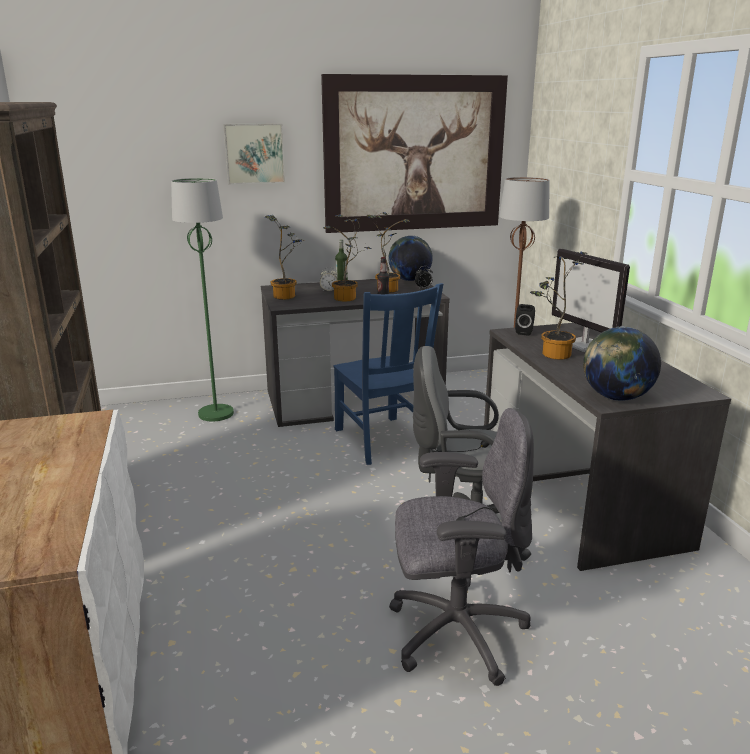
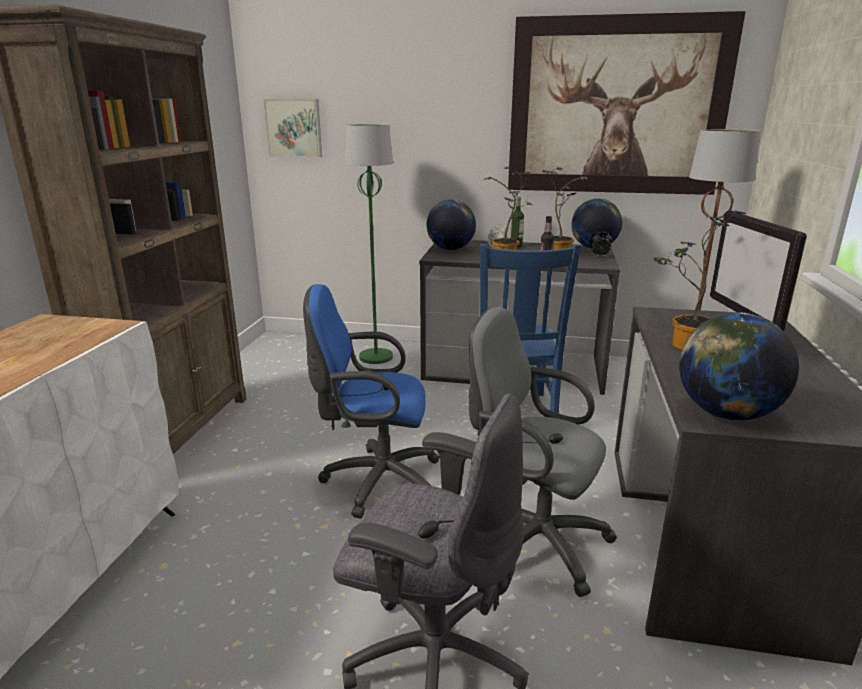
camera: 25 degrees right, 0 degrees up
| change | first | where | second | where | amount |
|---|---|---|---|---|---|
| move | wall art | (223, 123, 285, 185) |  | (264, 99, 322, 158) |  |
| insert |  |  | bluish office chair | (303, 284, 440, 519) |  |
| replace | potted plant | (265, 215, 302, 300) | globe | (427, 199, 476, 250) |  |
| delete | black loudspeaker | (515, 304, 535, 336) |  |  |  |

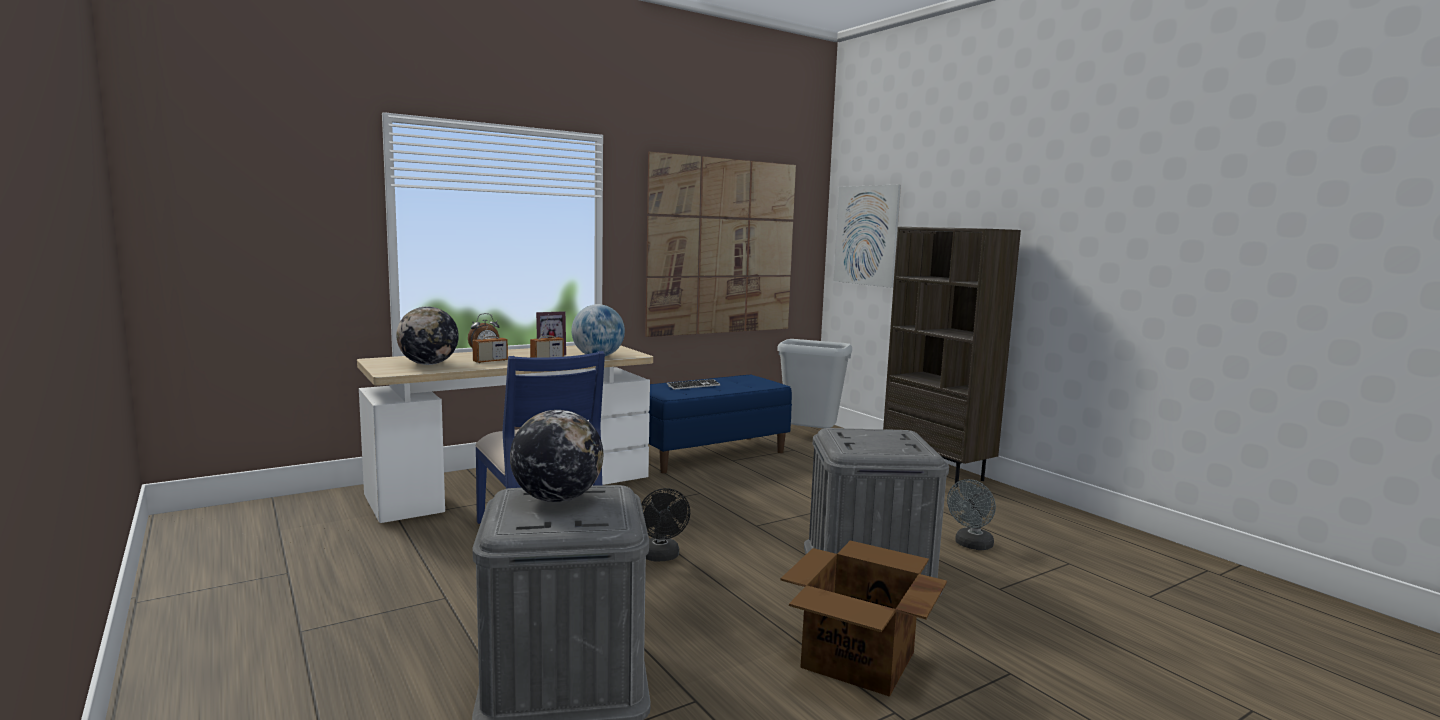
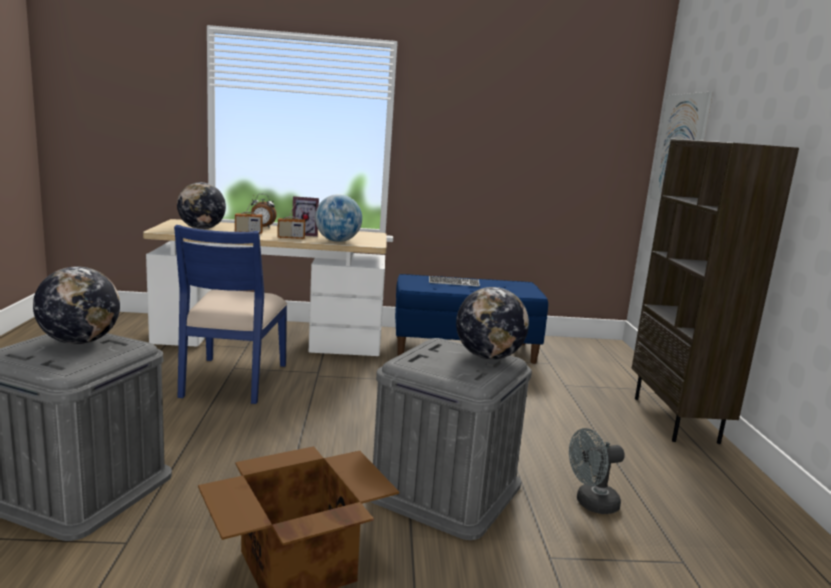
camera: 30 degrees right, 5 degrees up
| change | first | where | second | where | amount |
|---|---|---|---|---|---|
| insert |  |  | globe | (456, 287, 529, 360) |  |
| delete | black fan | (641, 488, 690, 562) |  |  |  |
| delete | wall art | (645, 151, 796, 337) |  |  |  |
| delete | gray waste bin | (777, 339, 852, 428) |  |  |  |

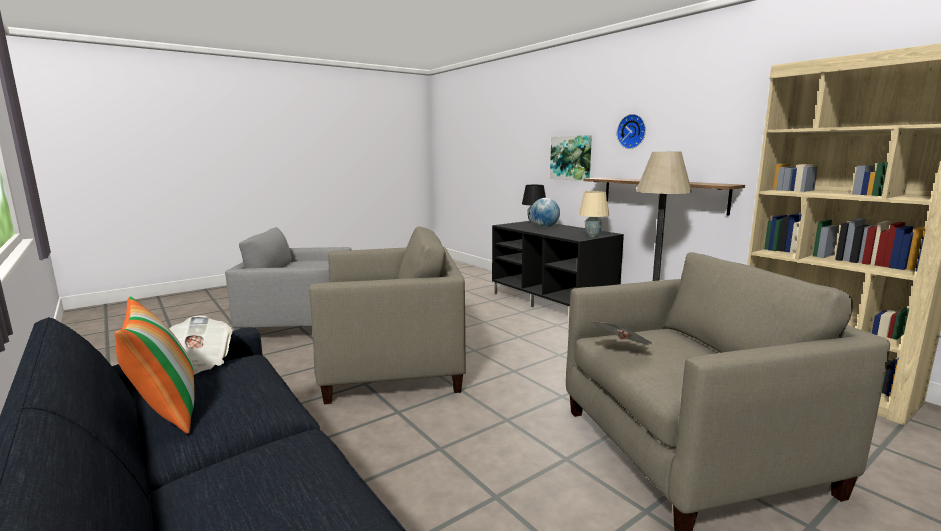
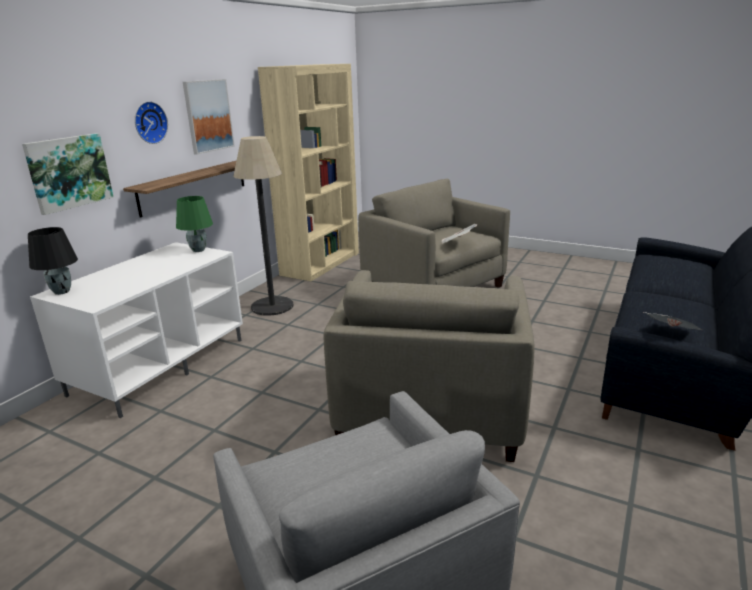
camera: 115 degrees left, 10 degrees up
| change | first | where | second | where | amount |
|---|---|---|---|---|---|
| recolor | black media console | (492, 221, 624, 307) | whitish media console | (30, 242, 243, 418) |  |
| recolor | beige lamp for a table | (579, 191, 609, 238) | greenish lamp for a table | (176, 196, 213, 252) |  |
| insert |  |  | wall art | (183, 79, 235, 154) |  |
| rotate | beige easy chair | (309, 227, 466, 404) |  | (324, 270, 535, 462) | 135 degrees counterclockwise |
| delete | pillow | (115, 296, 194, 434) |  |  |  |
| delete | globe | (530, 198, 560, 228) |  |  |  |

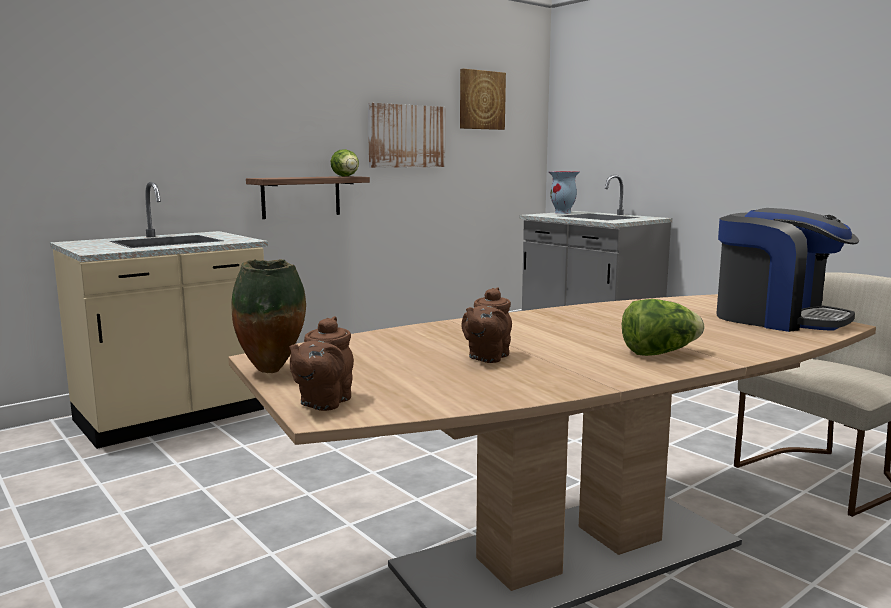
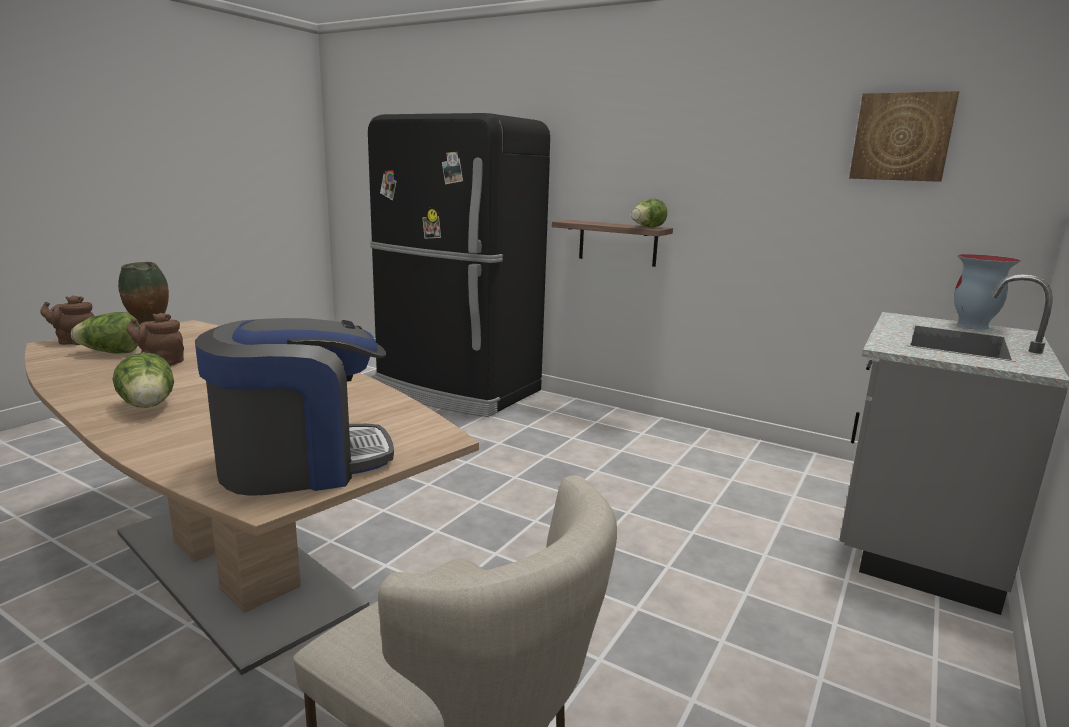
camera: 70 degrees right, 5 degrees up
| change | first | where | second | where | amount |
|---|---|---|---|---|---|
| insert |  |  | lettuce head | (71, 312, 139, 354) |  |
| rotate | coffee maker | (716, 208, 859, 332) |  | (195, 318, 394, 496) | 135 degrees counterclockwise |
| replace | beige counter | (50, 182, 268, 449) | black kitchen fridge | (368, 113, 550, 417) |  |
| delete | wall art | (368, 103, 445, 168) |  |  |  |

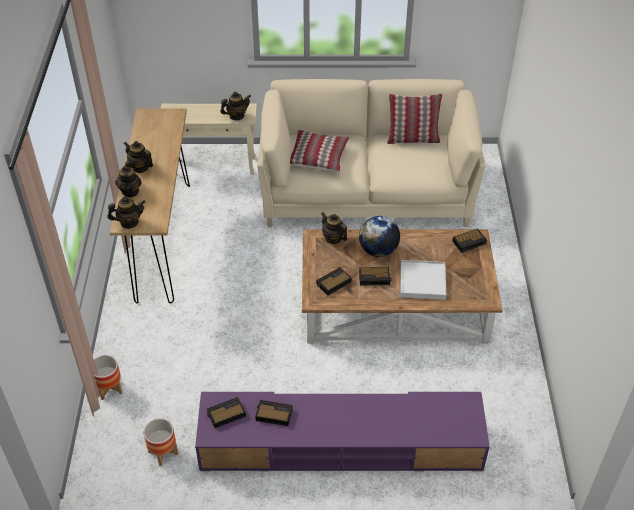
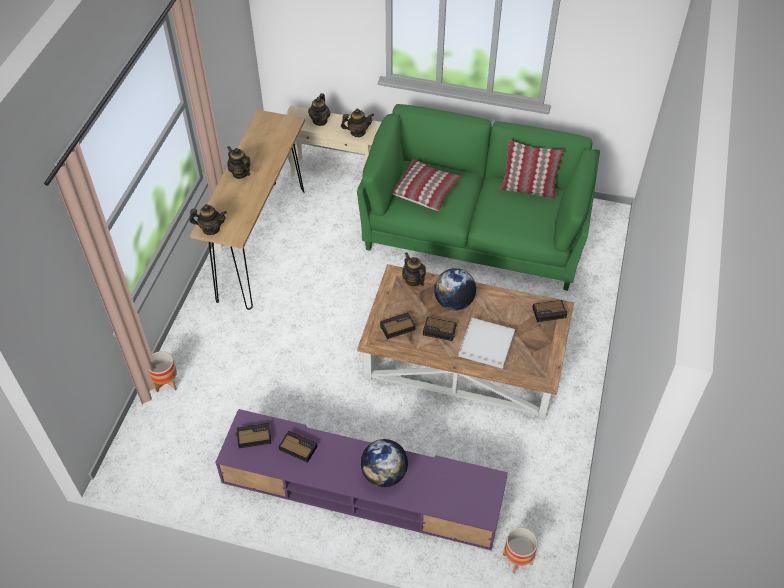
camera: 15 degrees right, 5 degrees up
| change | first | where | second | where | amount |
|---|---|---|---|---|---|
| move | pot for tea | (115, 161, 142, 197) |  | (308, 93, 330, 126) |  |
| recolor | beige sofa | (257, 79, 486, 227) | greenish sofa | (357, 104, 600, 291) |  |
| insert |  |  | globe | (361, 439, 408, 487) |  |
| move | flower pot | (144, 418, 178, 466) |  | (503, 528, 538, 574) |  |

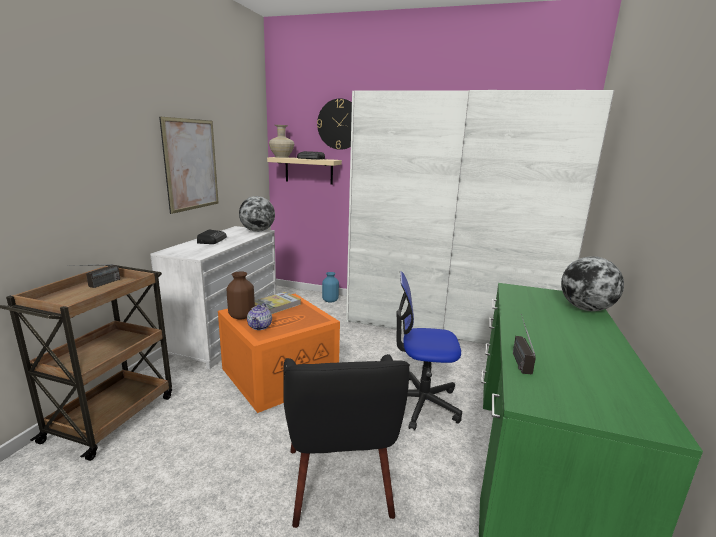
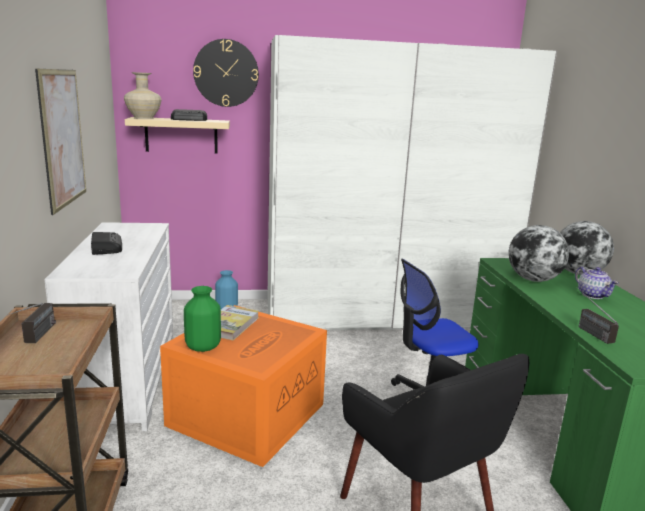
camera: 25 degrees left, 0 degrees up
| change | first | where | second | where | amount |
|---|---|---|---|---|---|
| recolor | brown flower vase | (227, 272, 255, 319) | greenish flower vase | (184, 286, 221, 352) |  |
| move | globe | (239, 196, 275, 232) |  | (508, 225, 569, 282) |  |
| move | pot for tea | (247, 303, 272, 330) |  | (575, 267, 619, 299) |  |

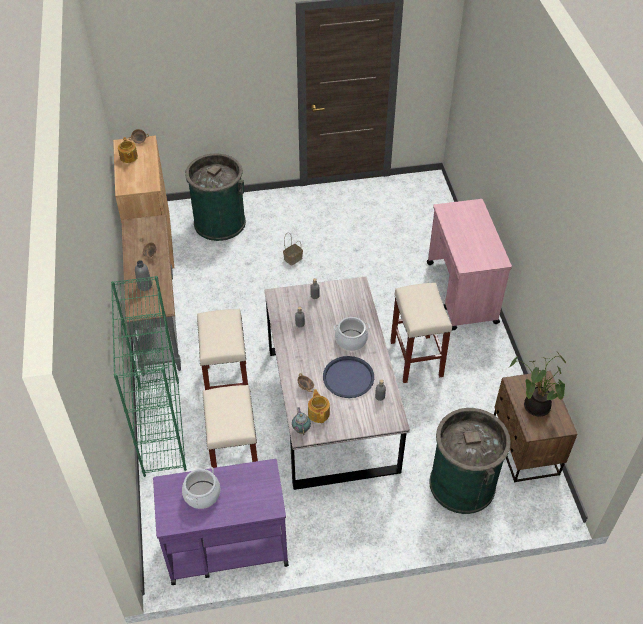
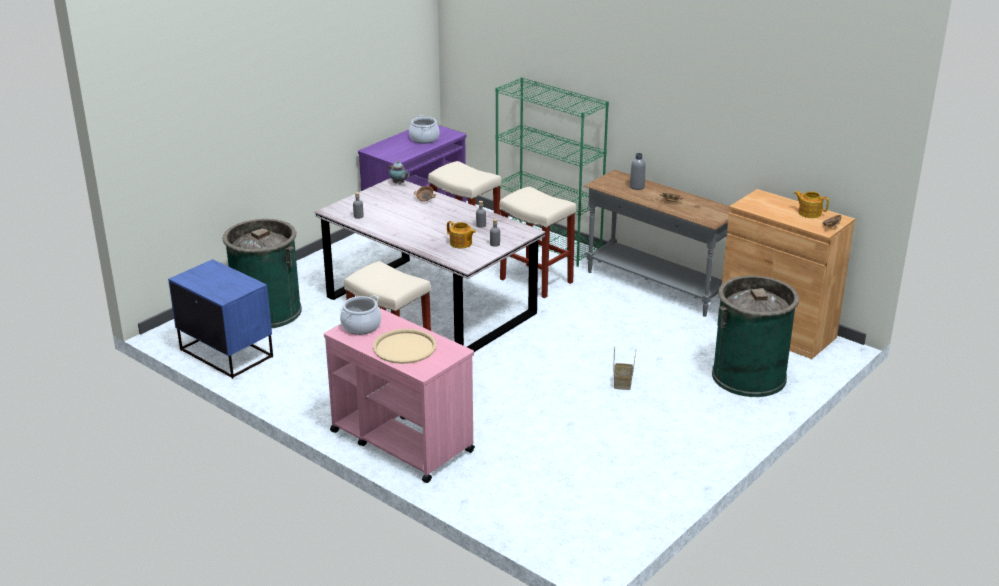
camera: 140 degrees right, 20 degrees down
| change | first | where | second | where | amount |
|---|---|---|---|---|---|
| recolor | brown nightstand | (494, 371, 578, 482) | bluish nightstand | (168, 259, 273, 379) |  |
| move | cooking pot | (334, 317, 370, 351) |  | (340, 295, 381, 335) |  |
| insert |  |  | beige carrying tray | (373, 329, 437, 364) |  |
| move | pot for tea | (308, 389, 330, 423) |  | (447, 221, 476, 248) |  |
| delete | bluish carrying tray | (323, 356, 374, 398) |  |  |  |
| delete | potted plant | (509, 352, 566, 416) |  |  |  |

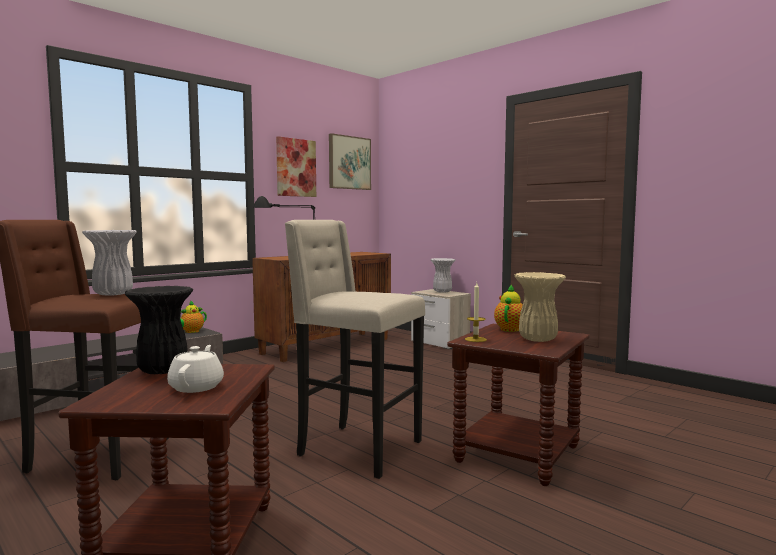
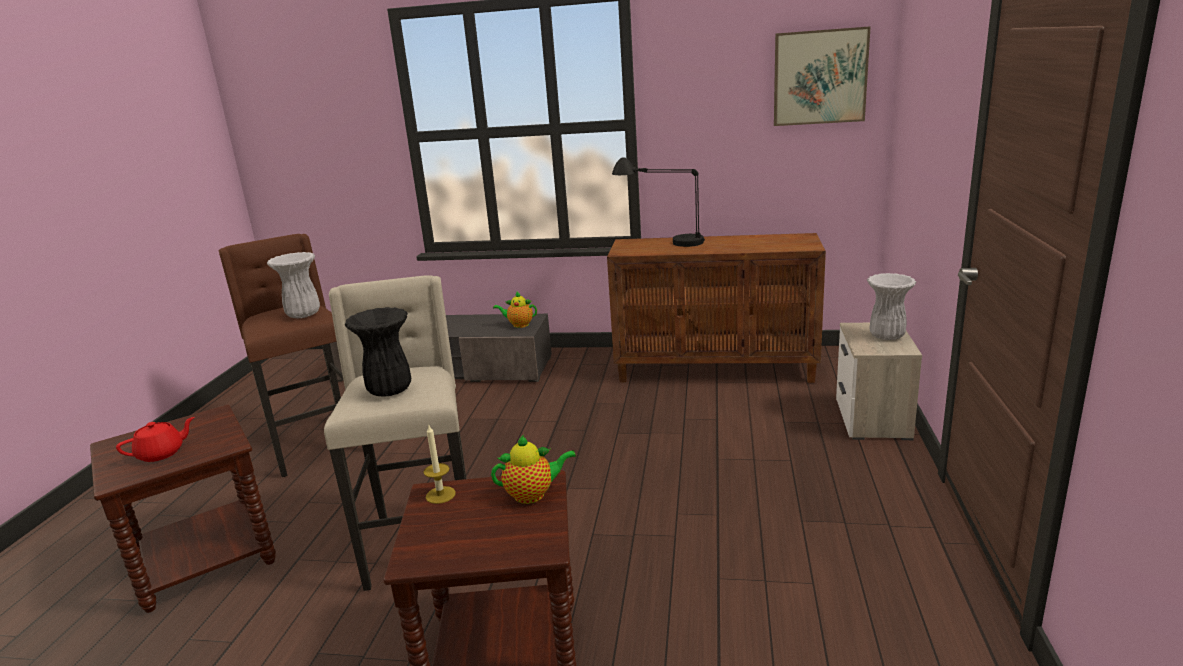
camera: 55 degrees right, 15 degrees up
| change | first | where | second | where | amount |
|---|---|---|---|---|---|
| recolor | whitish pot for tea | (167, 345, 224, 393) | reddish pot for tea | (116, 417, 194, 462) |  |
| move | black flower vase | (125, 286, 193, 374) |  | (345, 307, 411, 397) |  |
| delete | wall art | (276, 136, 316, 197) |  |  |  |
| delete | beige flower vase | (514, 272, 566, 342) |  |  |  |

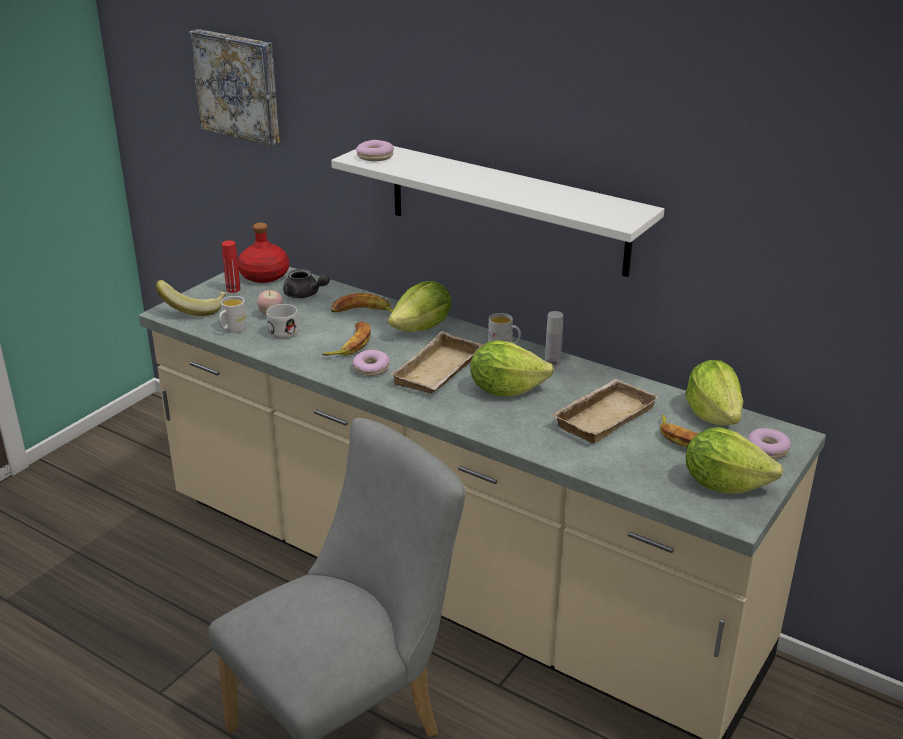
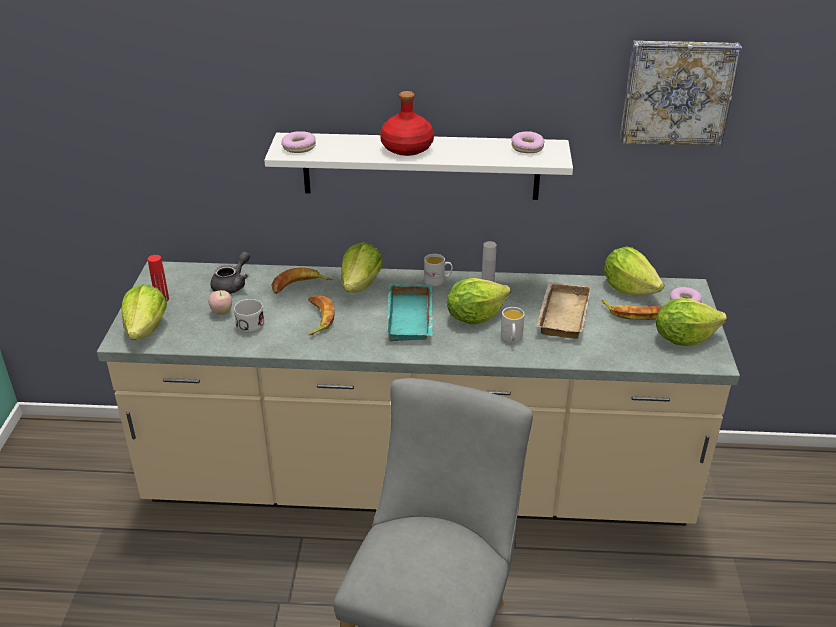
camera: 30 degrees left, 5 degrees up
| change | first | where | second | where | amount |
|---|---|---|---|---|---|
| replace | banana | (156, 280, 227, 316) | lettuce head | (122, 284, 167, 340) |  |
| rotate | gray pot for tea | (283, 269, 330, 298) |  | (210, 252, 250, 294) | 60 degrees counterclockwise |
| move | reddish drink bottle | (238, 222, 289, 283) |  | (380, 91, 434, 156) |  |
| recolor | beige carrying tray | (390, 331, 484, 394) | turquoise carrying tray | (387, 283, 433, 341) |  |
| move | whitish coffee mug | (219, 296, 247, 333) |  | (501, 307, 525, 342) |  |
| move | ring doughnut | (353, 350, 390, 376) |  | (511, 131, 545, 153) |  |
| move | wall art | (189, 29, 280, 146) |  | (620, 41, 742, 146) |  |

